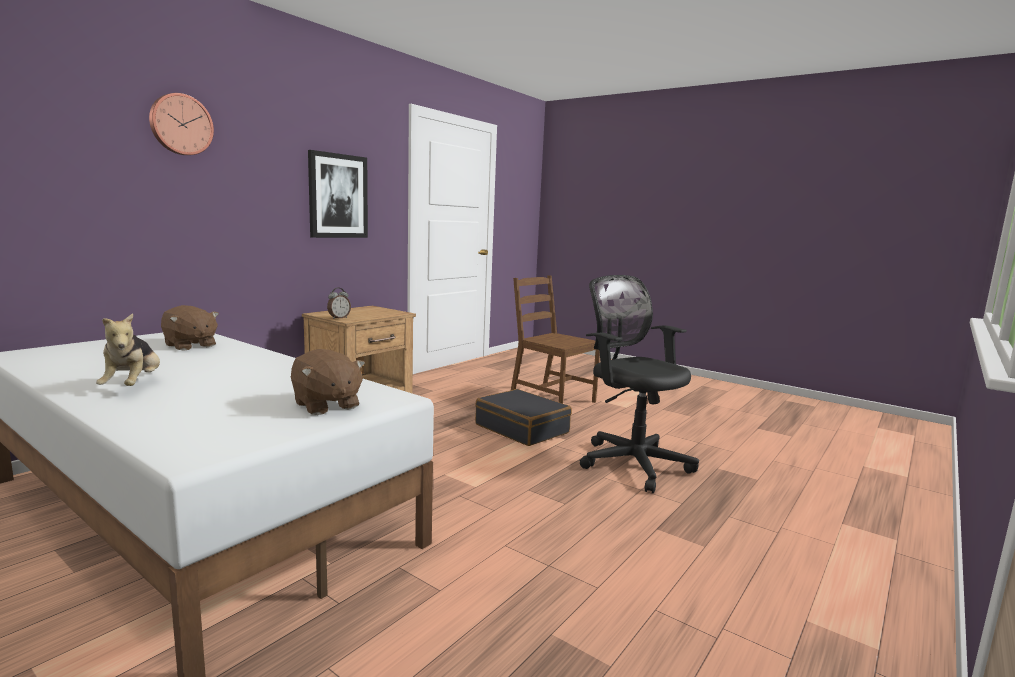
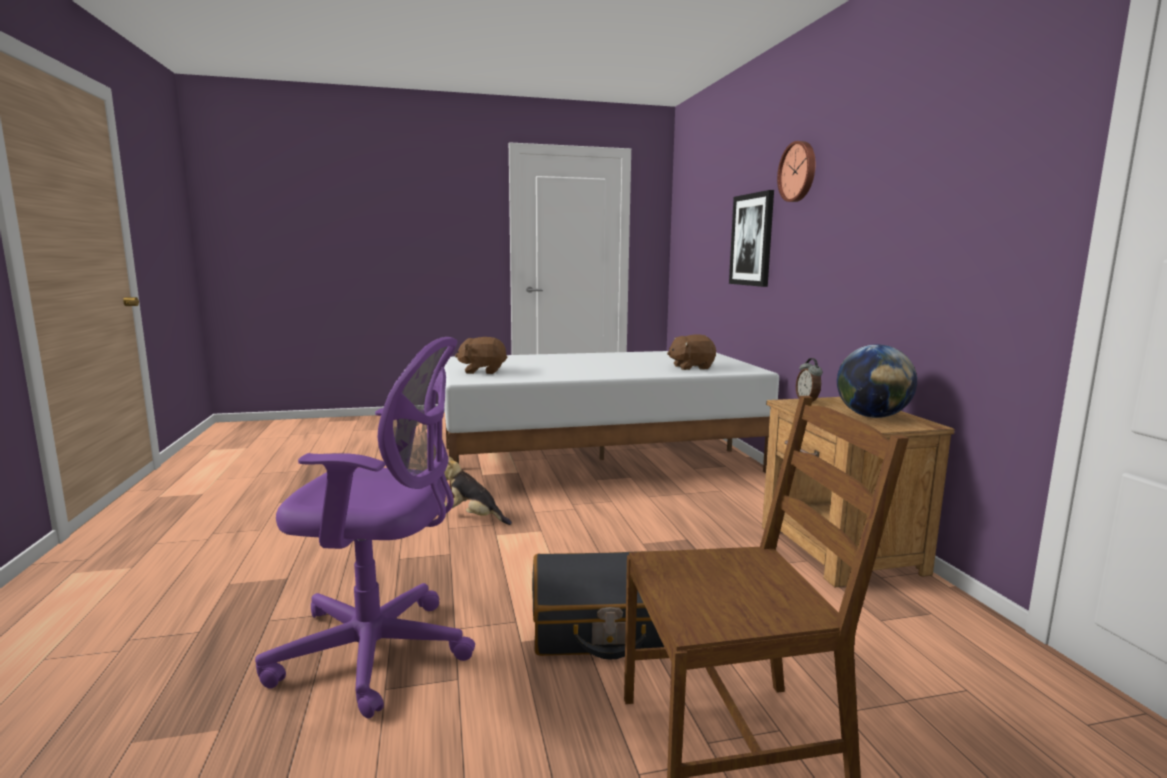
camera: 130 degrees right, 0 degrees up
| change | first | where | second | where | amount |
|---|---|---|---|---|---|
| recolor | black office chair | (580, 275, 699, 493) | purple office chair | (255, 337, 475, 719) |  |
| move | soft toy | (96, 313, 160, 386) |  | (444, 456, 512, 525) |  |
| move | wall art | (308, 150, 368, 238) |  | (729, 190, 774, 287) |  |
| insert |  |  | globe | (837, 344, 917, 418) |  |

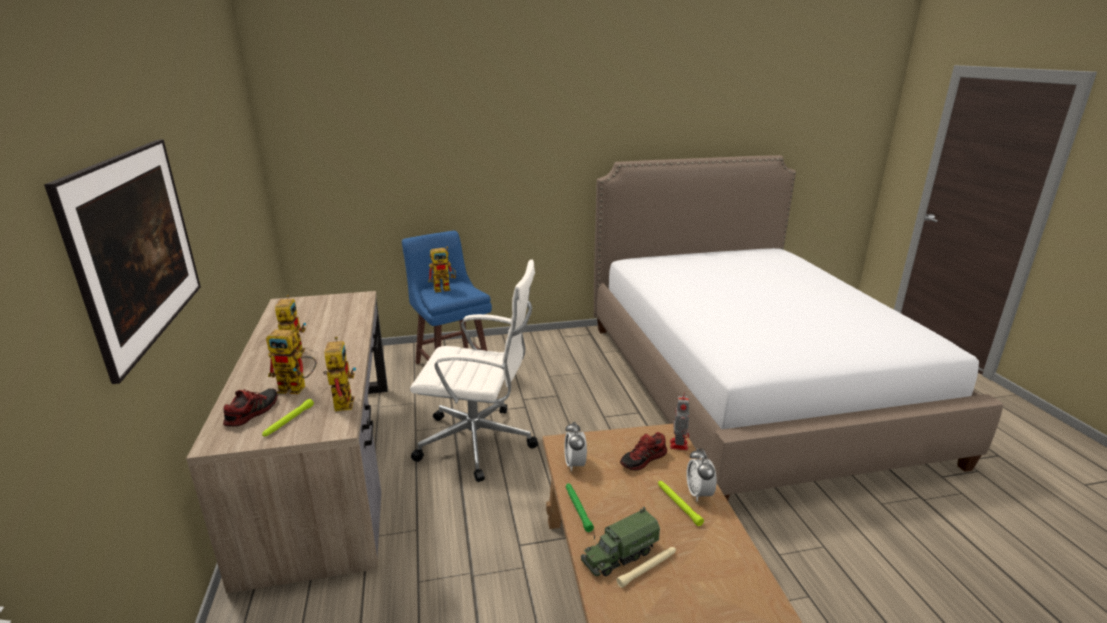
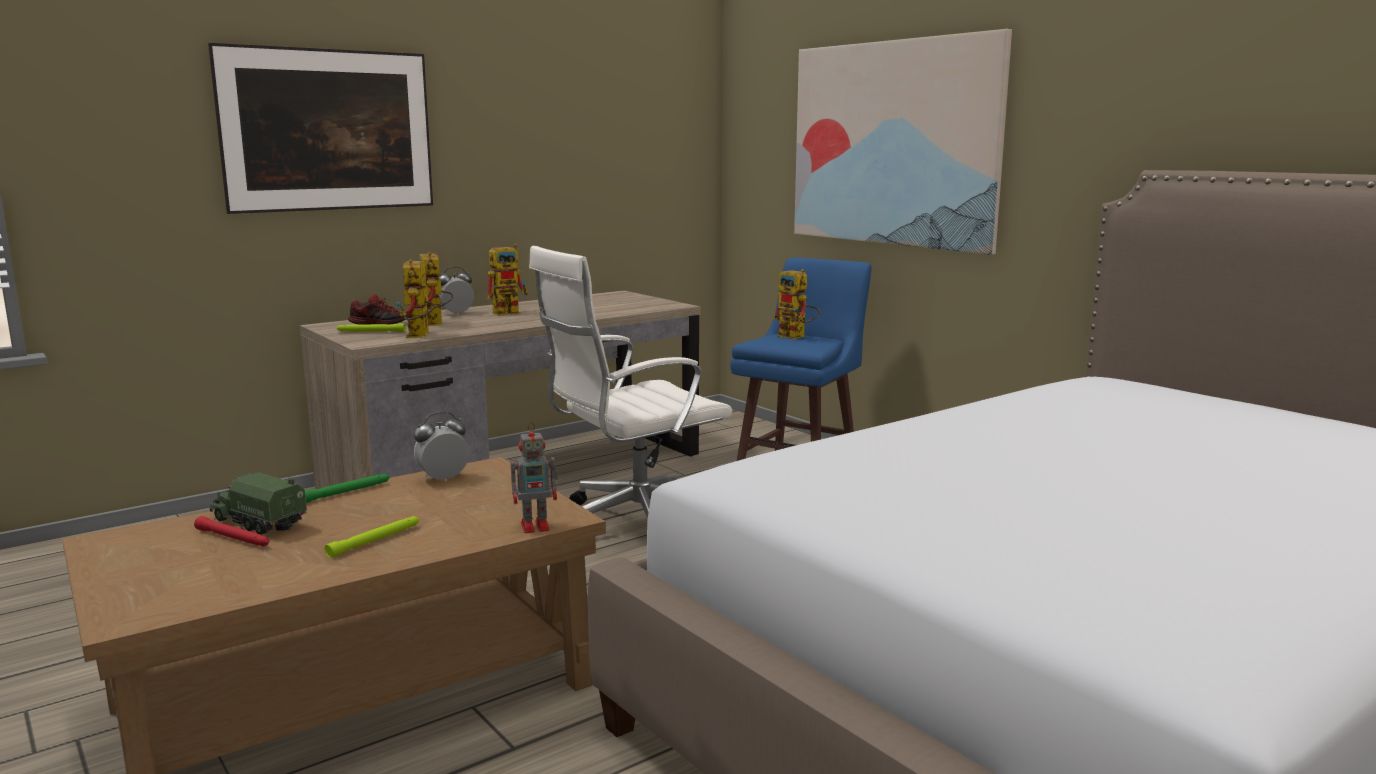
camera: 65 degrees right, 10 degrees down
| change | first | where | second | where | amount |
|---|---|---|---|---|---|
| recolor | beige flashlight | (616, 547, 676, 588) | reddish flashlight | (194, 516, 269, 546) |  |
| rotate | robot figure | (323, 336, 356, 411) |  | (397, 259, 434, 338) | 120 degrees clockwise |
| move | alarm clock | (686, 448, 717, 502) |  | (438, 267, 474, 314) |  |
| rotate | whitish office chair | (410, 259, 538, 482) |  | (529, 246, 732, 518) | 75 degrees clockwise |
| insert |  |  | wall art | (794, 29, 1012, 255) |  |
| delete | shoe | (620, 432, 667, 471) |  |  |  |

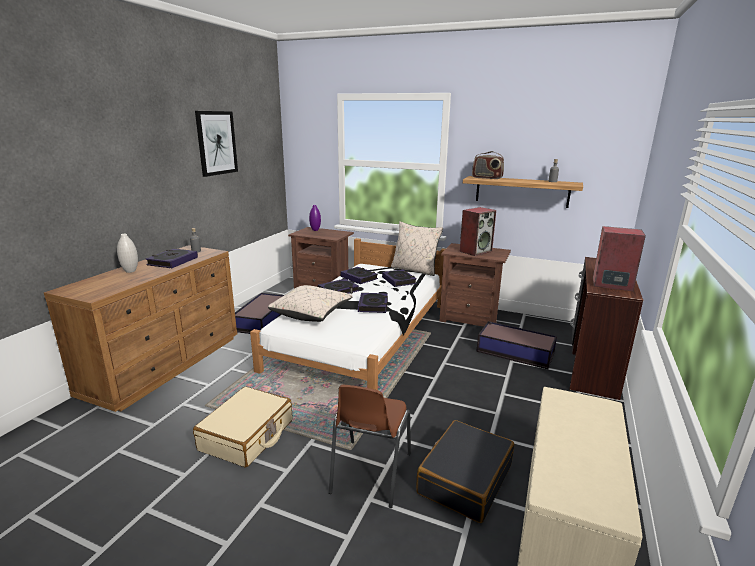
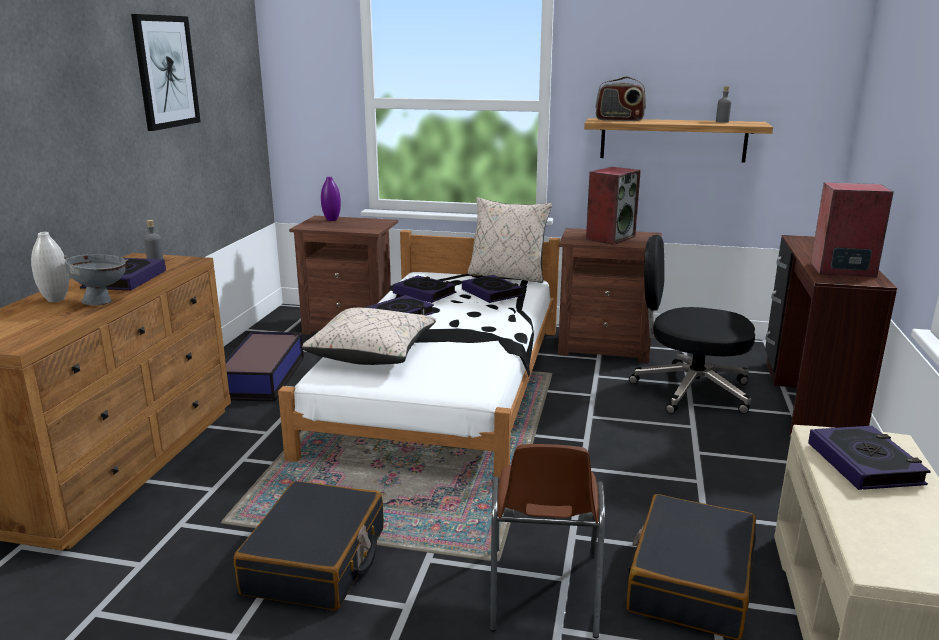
camera: 10 degrees left, 0 degrees up
| change | first | where | second | where | amount |
|---|---|---|---|---|---|
| insert |  |  | gray serving bowl | (64, 254, 128, 306) |  |
| recolor | beige travel case | (193, 386, 292, 468) | black travel case | (234, 481, 384, 611) |  |
| replace | storage box | (476, 321, 557, 369) | black office chair | (629, 235, 755, 414) |  |
| move | book | (358, 293, 388, 313) |  | (808, 426, 931, 490) |  |

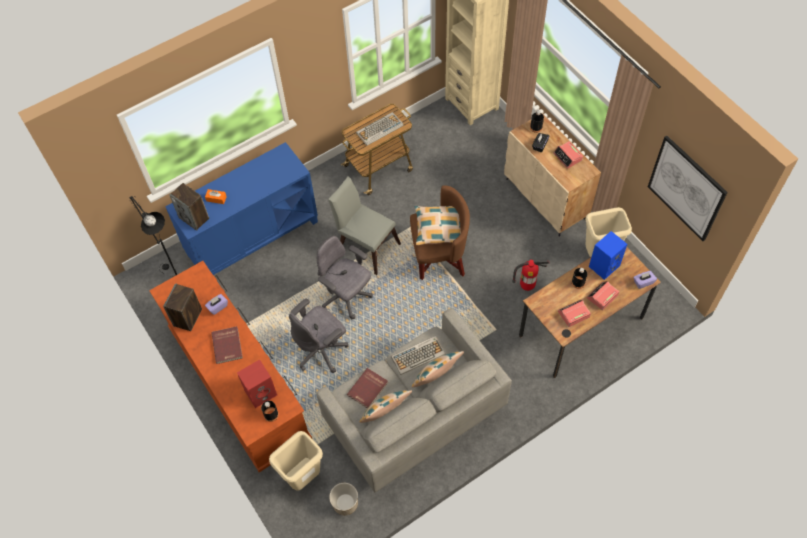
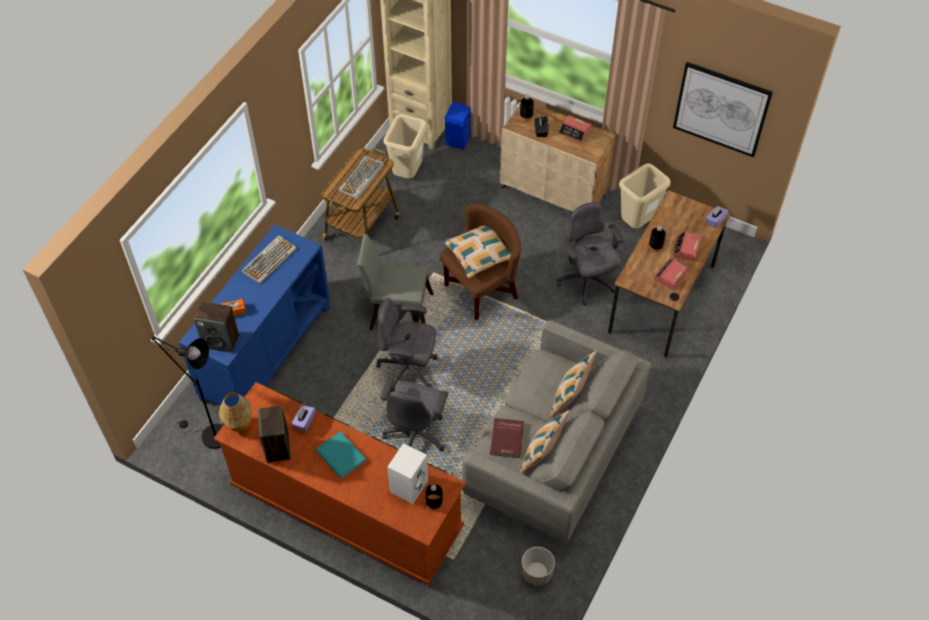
camera: 30 degrees left, 5 degrees down
| change | first | where | second | where | amount |
|---|---|---|---|---|---|
| insert |  |  | lamp for a table | (219, 392, 252, 432) |  |
| move | computer keyboard | (391, 336, 445, 375) |  | (241, 235, 297, 284) |  |
| recolor | reddish book | (211, 326, 243, 364) | turquoise book | (316, 431, 366, 479) |  |
| move | beige waste bin | (269, 431, 323, 491) |  | (383, 114, 428, 179) |  |
| recolor | reddish loudspeaker | (237, 359, 277, 408) | whitish loudspeaker | (387, 443, 428, 504) |  |
| move | bluish loudspeaker | (589, 231, 627, 280) |  | (445, 102, 471, 150) |  |
| replace | fire extinguisher | (512, 260, 550, 291) | gray office chair | (557, 202, 625, 305) |  |

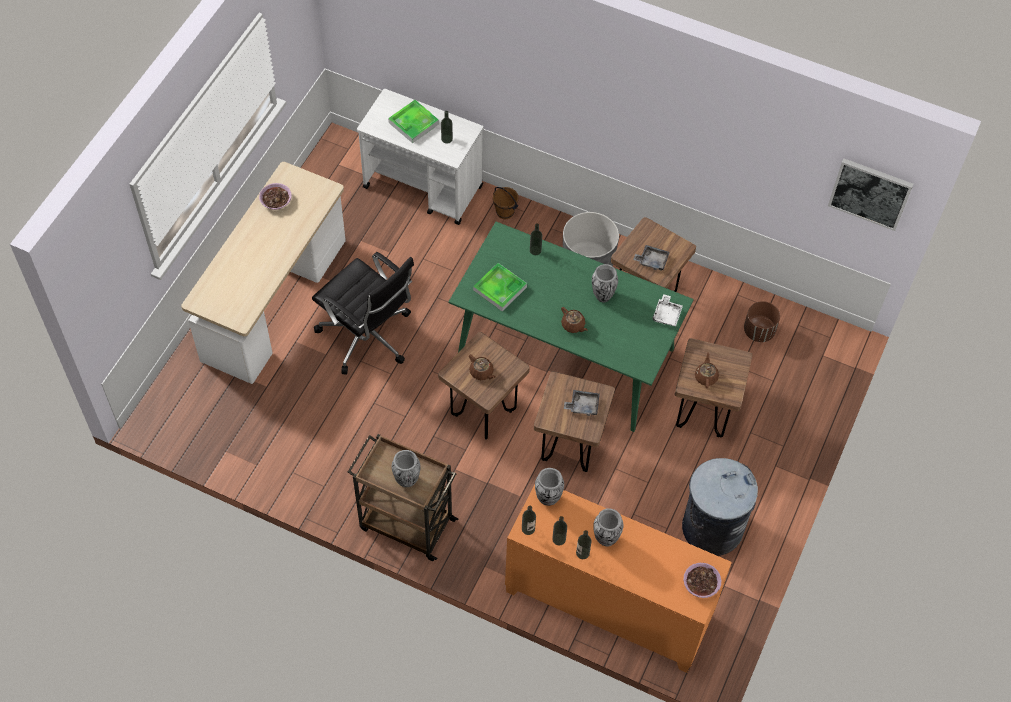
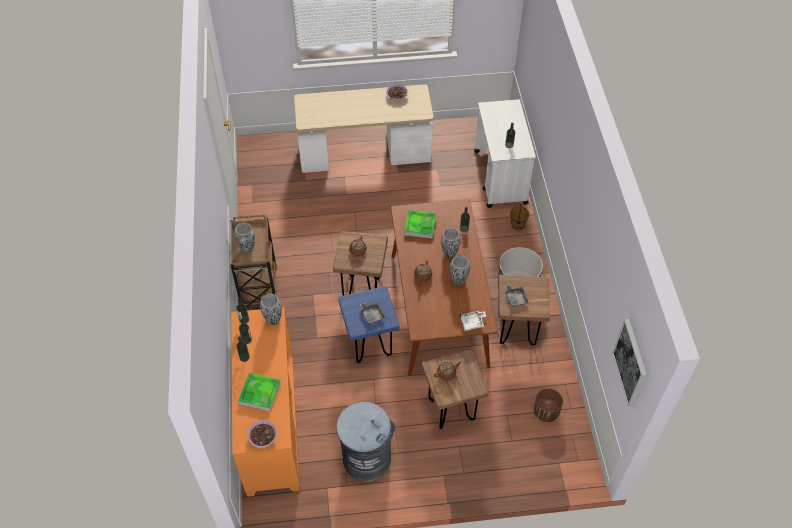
camera: 60 degrees right, 5 degrees down
| change | first | where | second | where | amount |
|---|---|---|---|---|---|
| move | carrying tray | (388, 100, 439, 143) |  | (238, 373, 281, 411) |  |
| recolor | brown stool seat | (534, 371, 615, 472) | bluish stool seat | (338, 286, 399, 363) |  |
| recolor | greenish dinner table | (449, 222, 694, 432) | brown dinner table | (391, 199, 498, 376) |  |
| move | flower vase | (593, 508, 623, 547) |  | (441, 228, 461, 258) |  |
| delete | black office chair | (312, 252, 414, 375) |  |  |  |

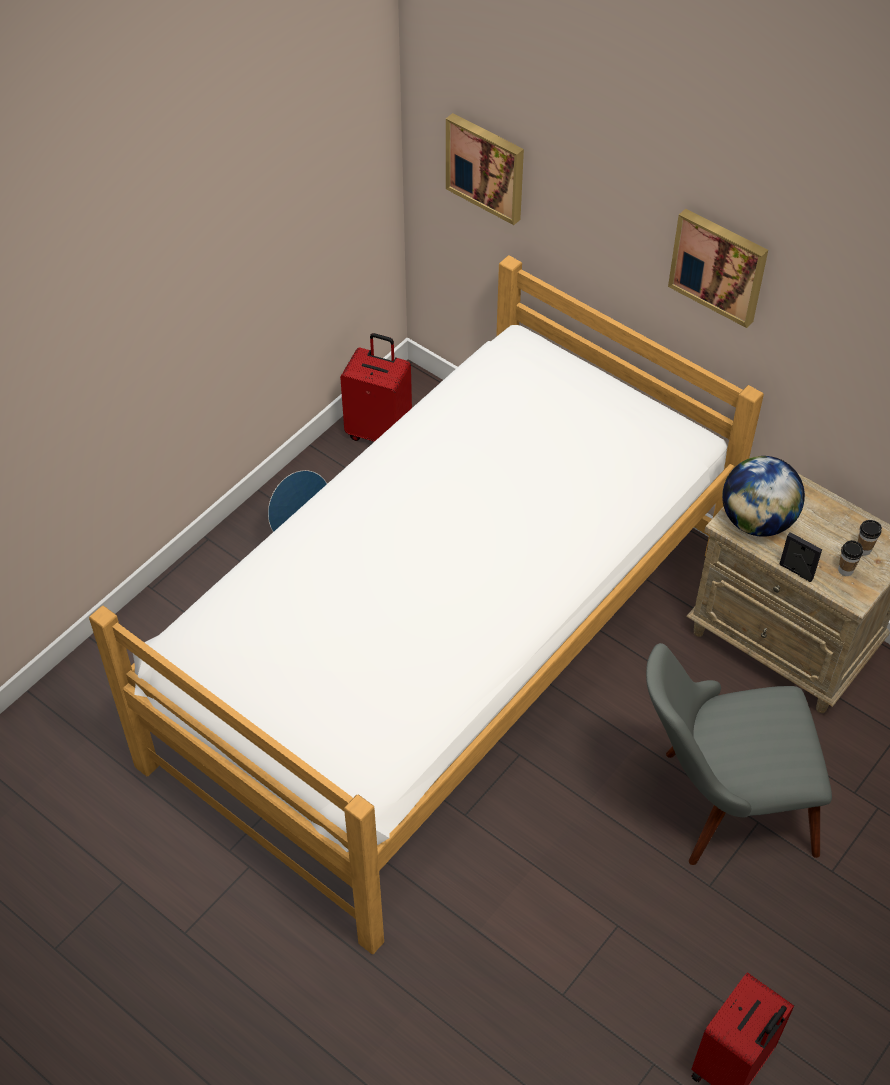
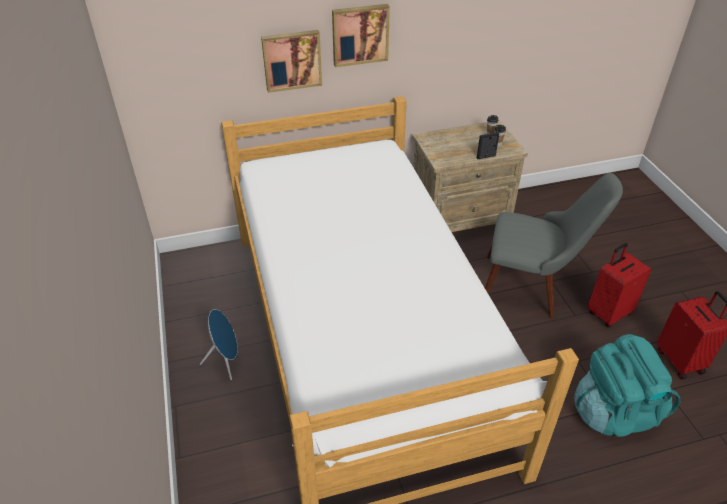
camera: 55 degrees left, 10 degrees down
| change | first | where | second | where | amount |
|---|---|---|---|---|---|
| move | wall art | (446, 113, 524, 225) |  | (261, 30, 322, 93) |  |
| rotate | gray chair | (646, 643, 832, 865) |  | (485, 173, 623, 319) | 105 degrees counterclockwise |
| insert |  |  | turquoise knapsack | (574, 334, 680, 437) |  |
| move | reddish travel case | (340, 333, 412, 442) |  | (587, 243, 652, 328) |  |
| delete | globe | (722, 456, 805, 537) |  |  |  |

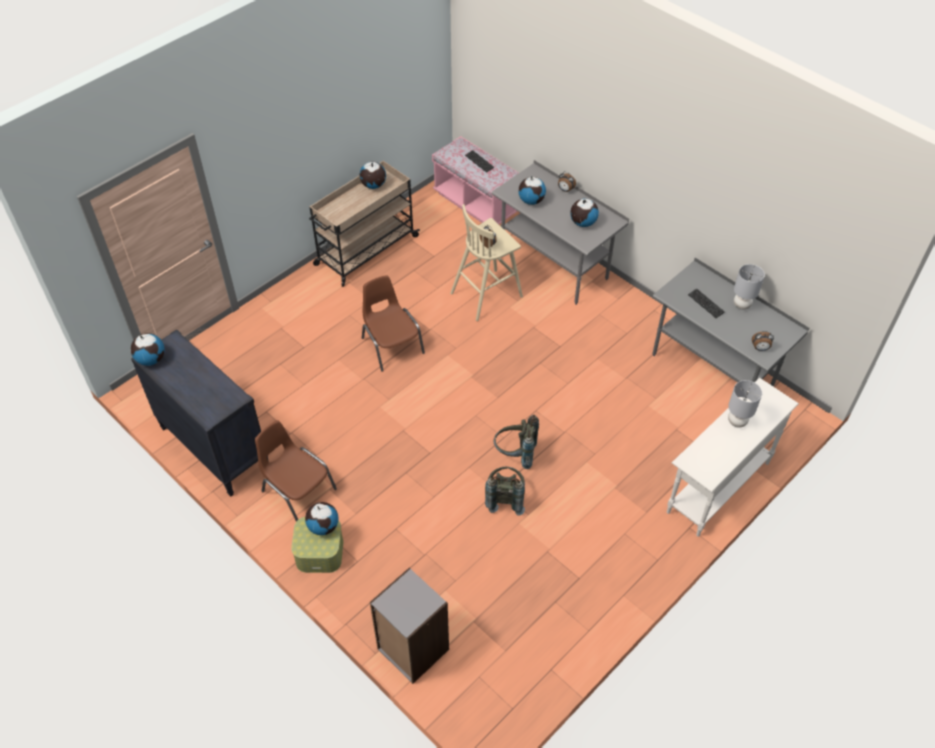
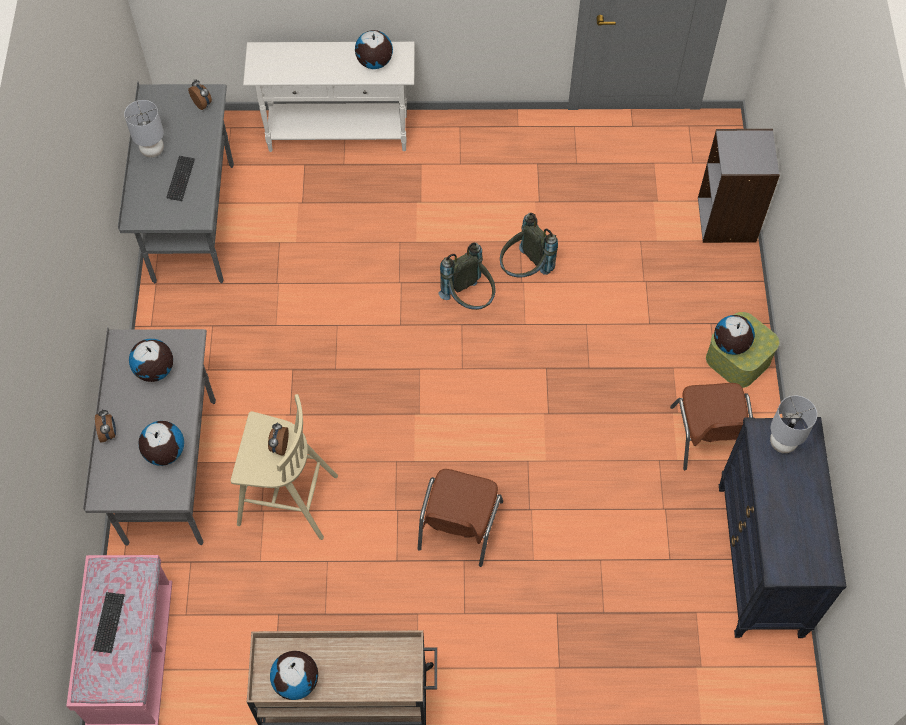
camera: 135 degrees left, 10 degrees up
| change | first | where | second | where | amount |
|---|---|---|---|---|---|
| move | globe | (131, 333, 165, 366) |  | (355, 30, 393, 69) |  |
| move | gray lamp for a table | (728, 380, 762, 428) |  | (770, 395, 817, 453) |  |

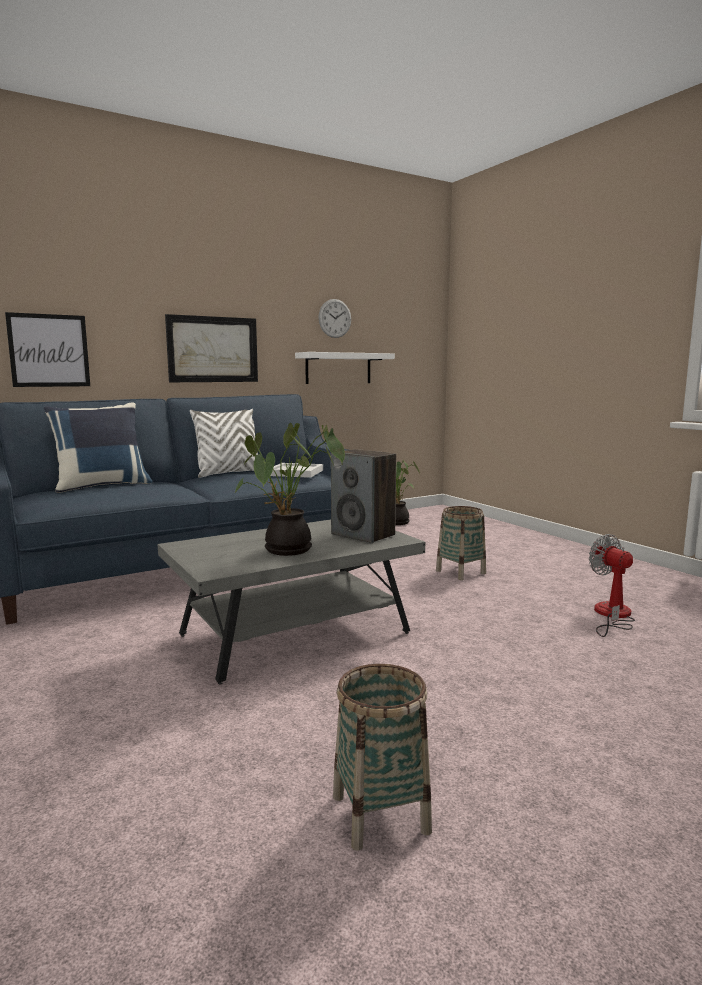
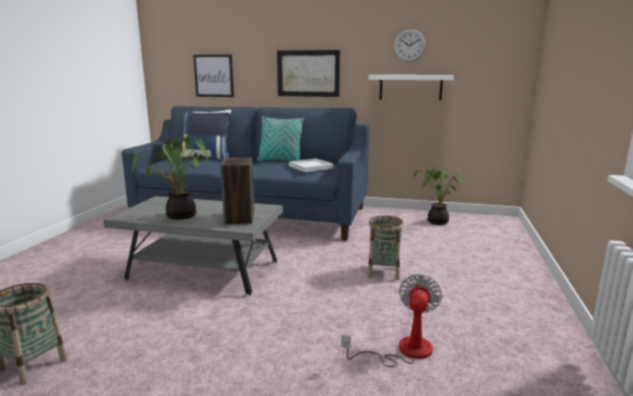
camera: 45 degrees right, 5 degrees up
| change | first | where | second | where | amount |
|---|---|---|---|---|---|
| recolor | whitish pillow | (190, 409, 258, 478) | turquoise pillow | (257, 116, 304, 161) |  |

